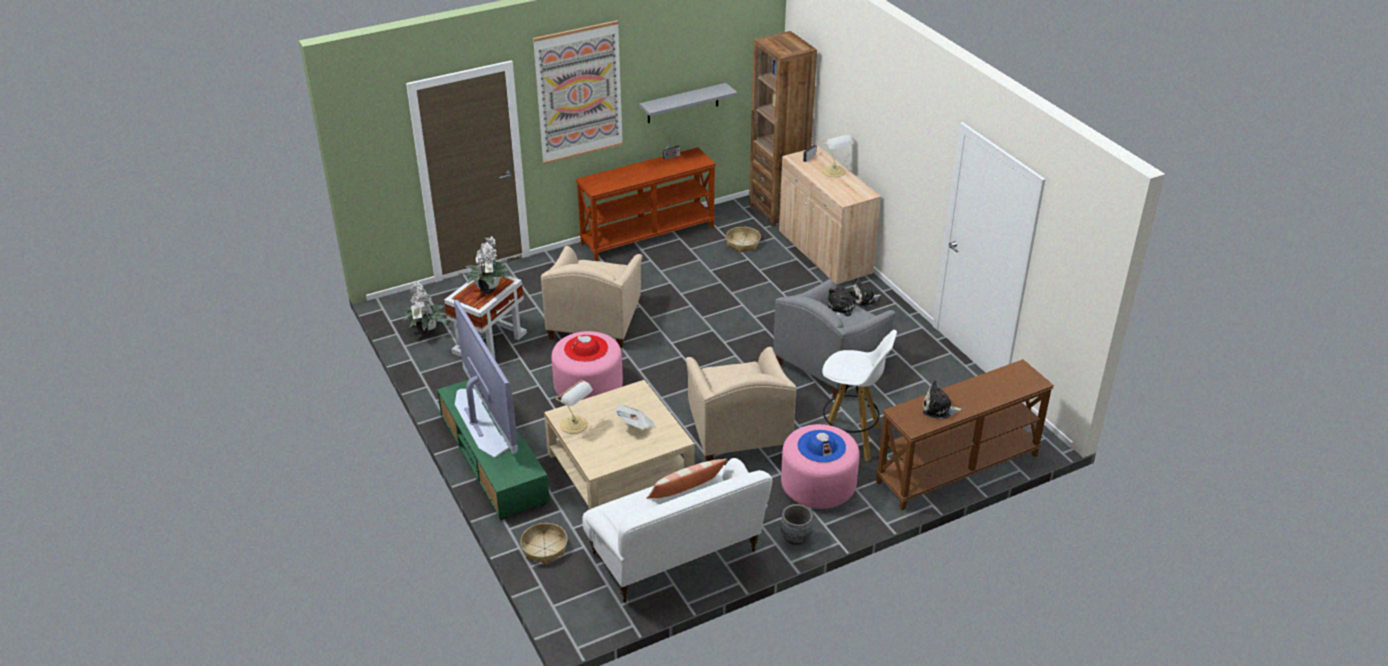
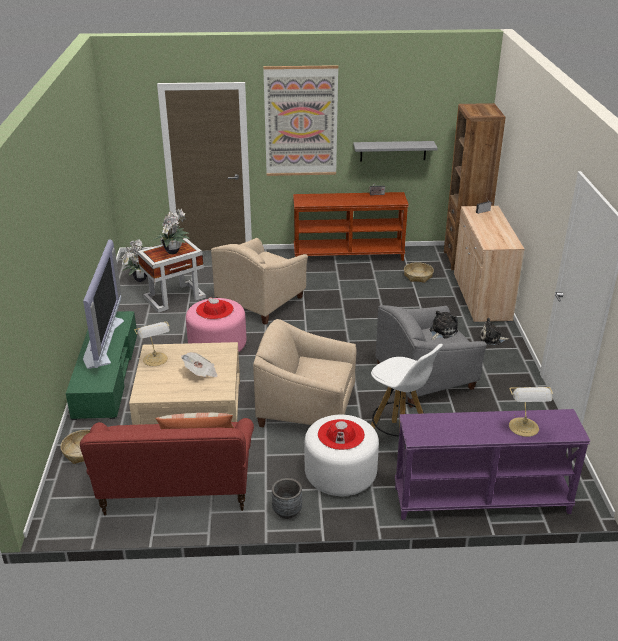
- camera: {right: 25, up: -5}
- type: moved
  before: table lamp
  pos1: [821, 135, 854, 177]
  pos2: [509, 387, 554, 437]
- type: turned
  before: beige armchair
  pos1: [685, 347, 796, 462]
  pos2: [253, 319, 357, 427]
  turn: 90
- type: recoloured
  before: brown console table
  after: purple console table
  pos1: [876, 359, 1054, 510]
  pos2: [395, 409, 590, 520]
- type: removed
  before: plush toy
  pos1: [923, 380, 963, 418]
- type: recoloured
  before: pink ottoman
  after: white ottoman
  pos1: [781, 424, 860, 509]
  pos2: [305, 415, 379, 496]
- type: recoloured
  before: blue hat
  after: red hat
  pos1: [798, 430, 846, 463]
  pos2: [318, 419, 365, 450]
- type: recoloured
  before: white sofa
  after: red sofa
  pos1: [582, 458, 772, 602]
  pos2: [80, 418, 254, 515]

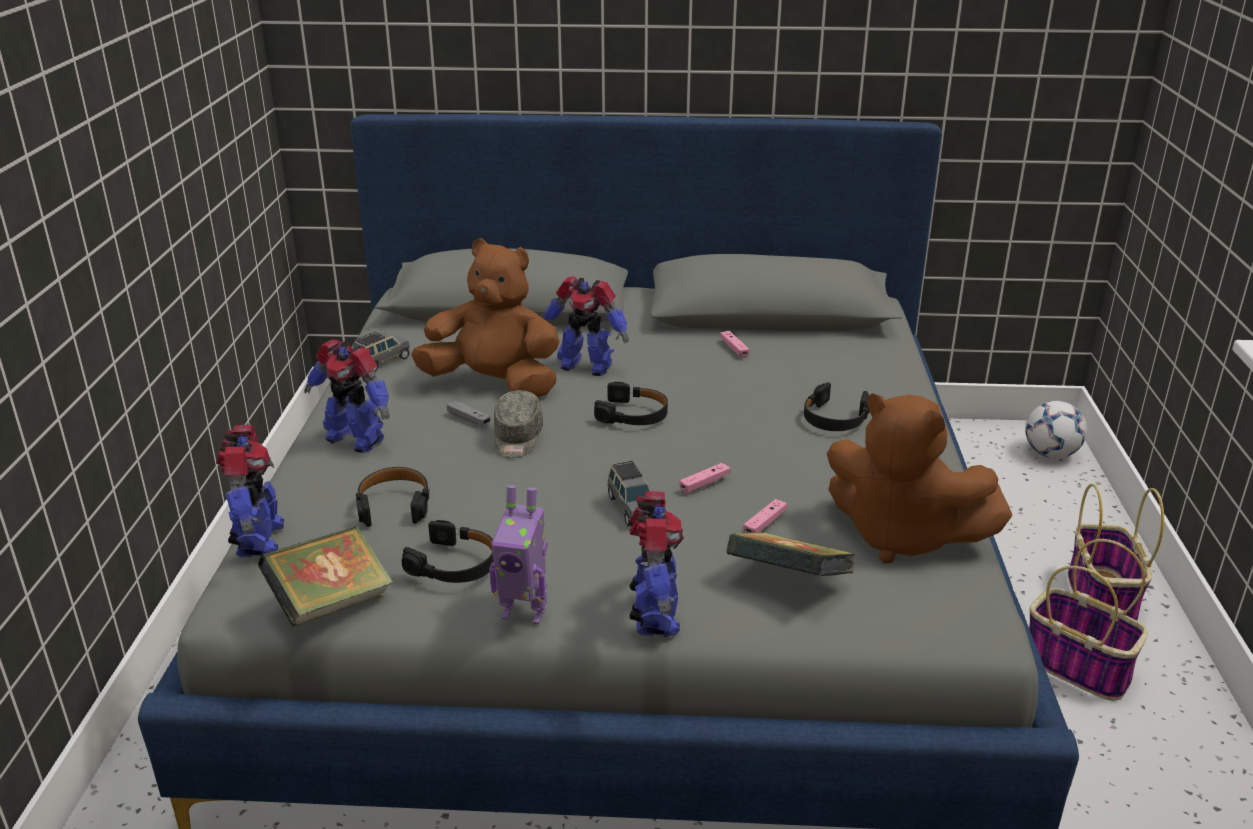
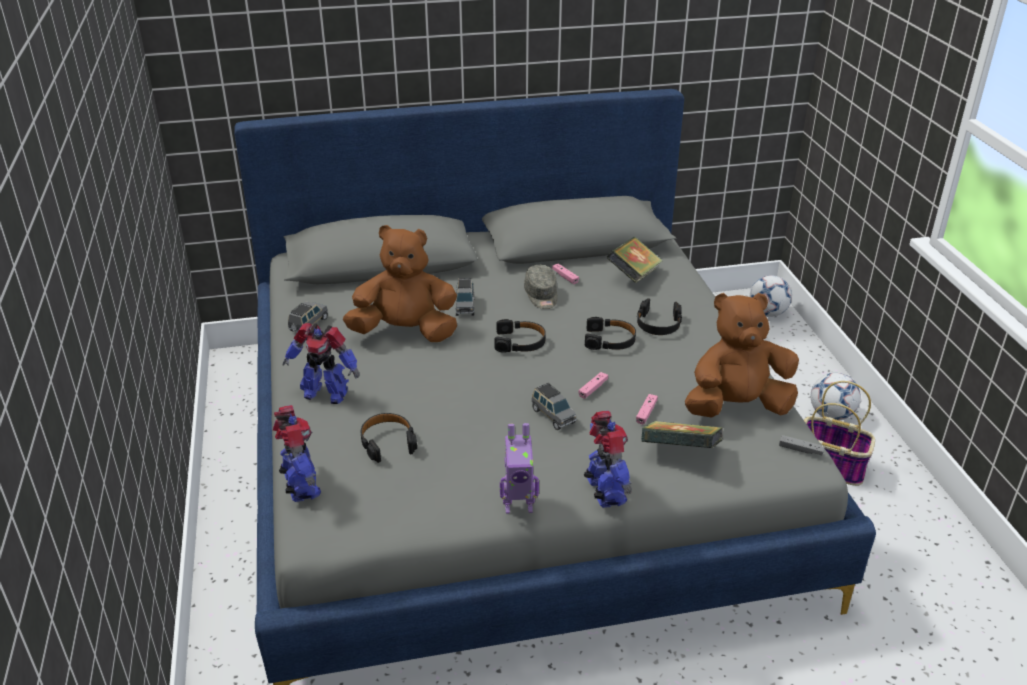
- camera: {right: -15, up: 5}
- type: replaced
  before: toy robot
  after: grey toy car
  pos1: [543, 276, 629, 376]
  pos2: [455, 278, 475, 316]
- type: moved
  before: grey cap
  pos1: [494, 390, 543, 458]
  pos2: [524, 265, 557, 309]
- type: turned
  before: brown plush toy
  pos1: [827, 393, 1013, 564]
  pos2: [685, 293, 799, 418]
  turn: 150
- type: moved
  before: grey game controller
  pos1: [447, 401, 491, 426]
  pos2: [779, 435, 825, 456]
- type: replaced
  before: basket
  after: football
  pos1: [1068, 484, 1164, 621]
  pos2: [811, 373, 861, 420]
- type: moved
  before: black headphones
  pos1: [402, 520, 494, 583]
  pos2: [585, 317, 636, 350]
- type: moved
  before: book
  pos1: [258, 526, 393, 627]
  pos2: [607, 237, 663, 283]

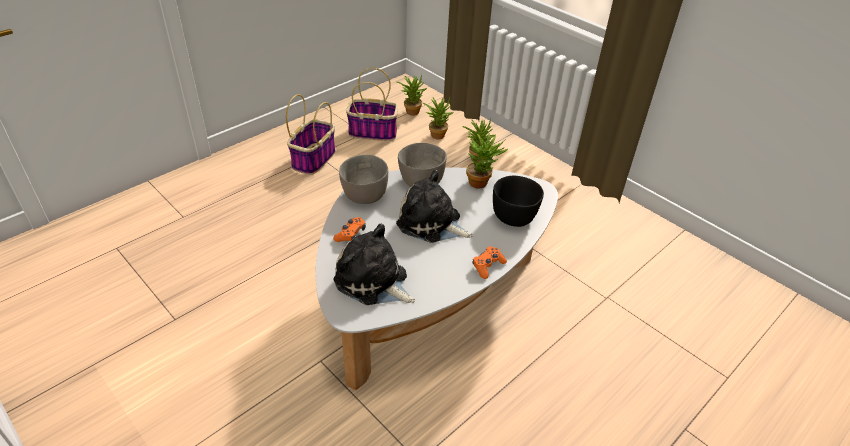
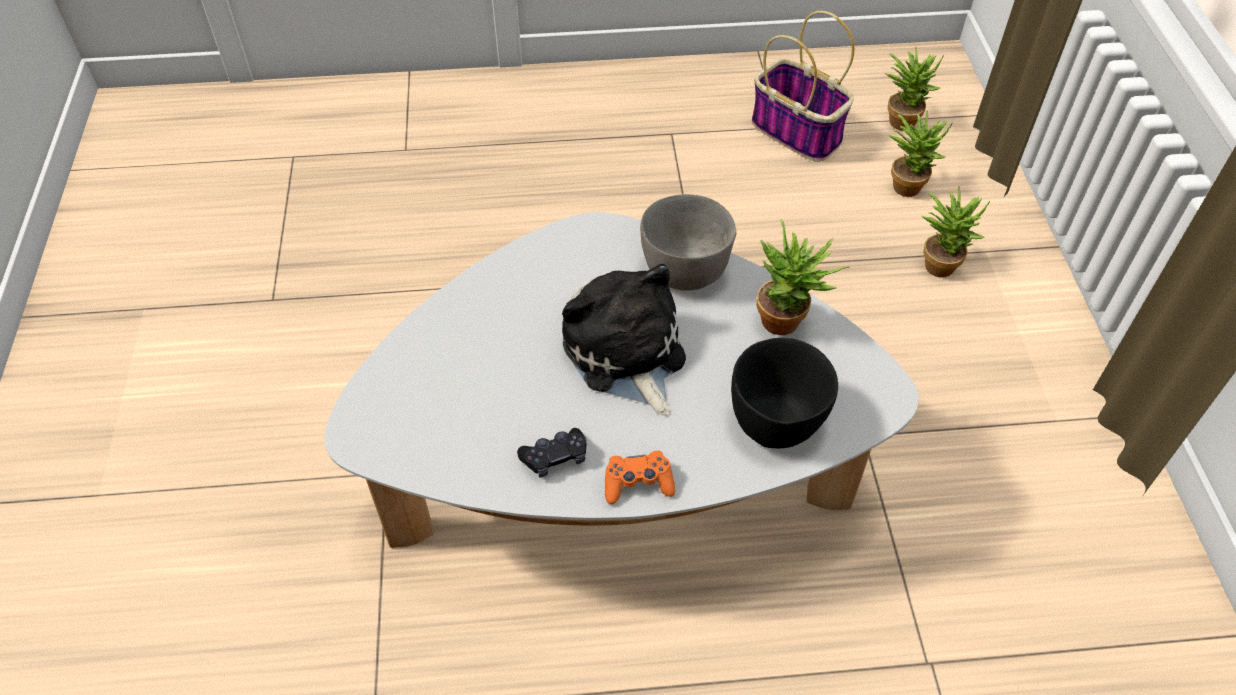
- camera: {right: 40, up: 10}
- type: removed
  before: basket
  pos1: [286, 94, 336, 175]
- type: removed
  before: grey bowl
  pos1: [339, 155, 388, 204]
- type: removed
  before: orange game controller
  pos1: [333, 217, 366, 242]
- type: removed
  before: plush toy
  pos1: [334, 224, 415, 305]
- type: added
  after: black game controller
  pos2: [517, 428, 586, 478]

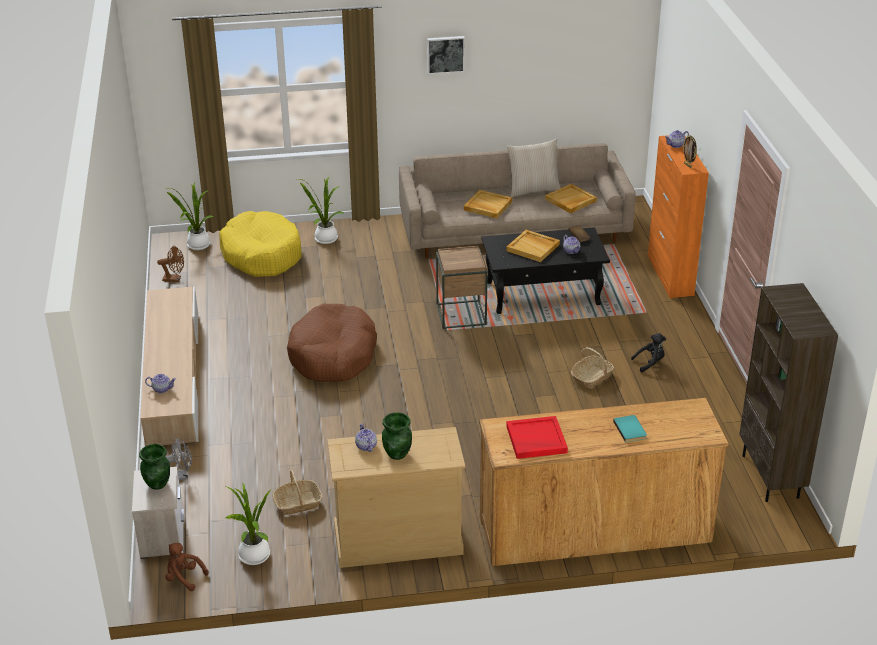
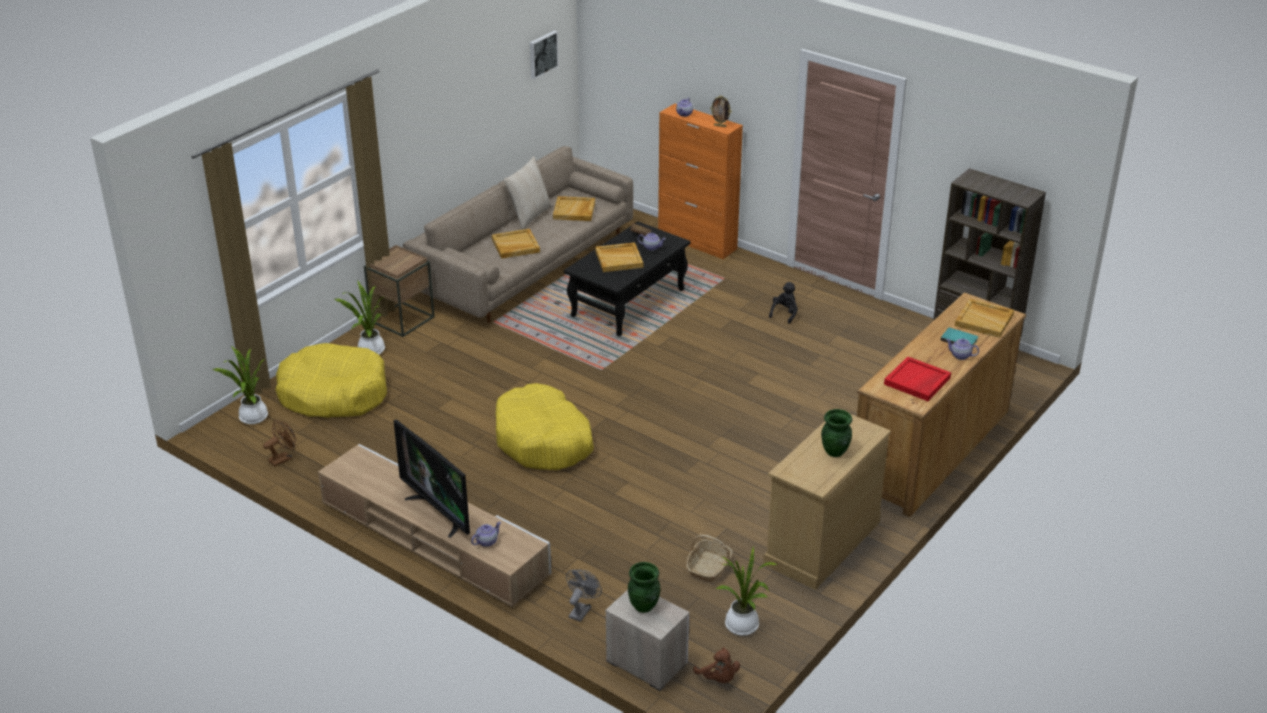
- camera: {right: -45, up: 0}
- type: moved
  before: picture
  pos1: [427, 36, 465, 75]
  pos2: [530, 30, 559, 79]
- type: moved
  before: brown side table
  pos1: [436, 246, 488, 329]
  pos2: [364, 245, 435, 337]
- type: recoloured
  before: brown dog bed
  after: yellow dog bed
  pos1: [287, 304, 377, 382]
  pos2: [496, 383, 594, 470]
- type: removed
  before: basket
  pos1: [571, 347, 614, 388]
- type: moved
  before: teapot
  pos1: [355, 423, 377, 452]
  pos2: [946, 339, 979, 360]
- type: turned
  before: brown plush toy
  pos1: [166, 543, 208, 591]
  pos2: [693, 647, 740, 683]
  turn: -105
- type: added
  after: beige tray
  pos2: [955, 299, 1014, 338]
- type: added
  after: television
  pos2: [393, 419, 470, 538]

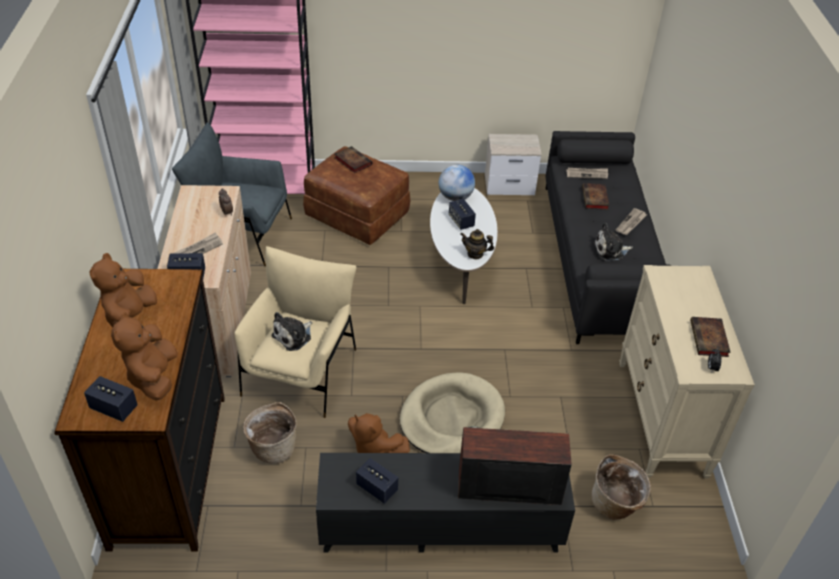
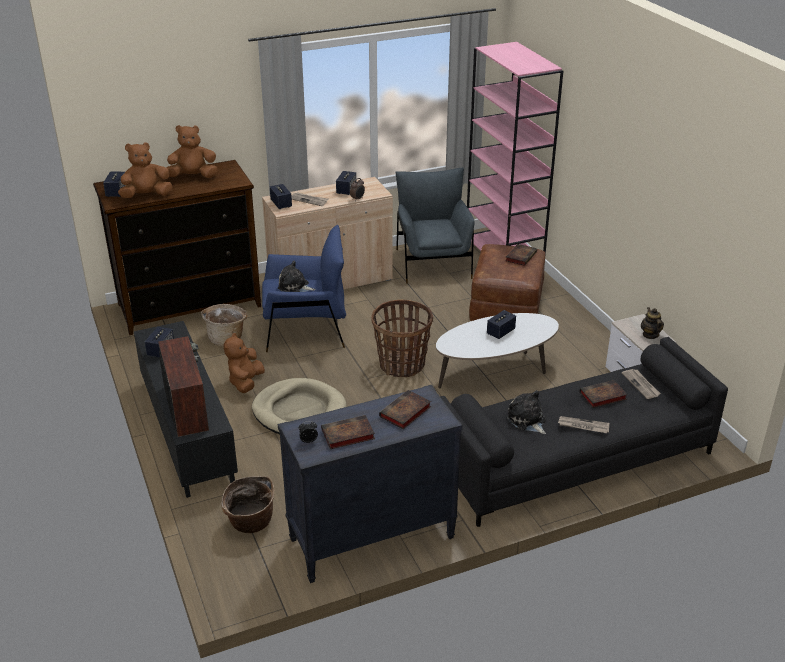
- camera: {right: 70, up: -10}
- type: removed
  before: globe
  pos1: [439, 165, 475, 201]
- type: moved
  before: teapot
  pos1: [460, 229, 494, 259]
  pos2: [641, 307, 664, 339]
- type: recoloured
  before: beige armchair
  after: blue armchair
  pos1: [234, 246, 357, 418]
  pos2: [262, 225, 346, 352]
- type: recoloured
  before: beige dresser
  after: black dresser
  pos1: [619, 265, 755, 478]
  pos2: [278, 385, 462, 583]
- type: added
  after: speaker
  pos2: [336, 171, 356, 195]
- type: added
  after: basket
  pos2: [371, 299, 433, 377]
- type: added
  after: book
  pos2: [379, 390, 431, 429]

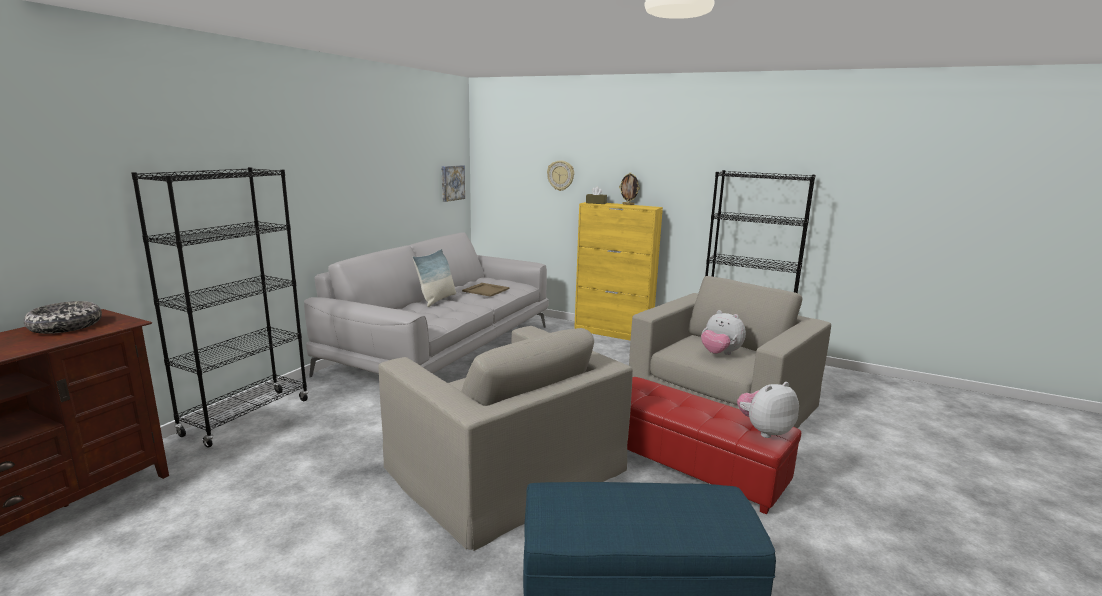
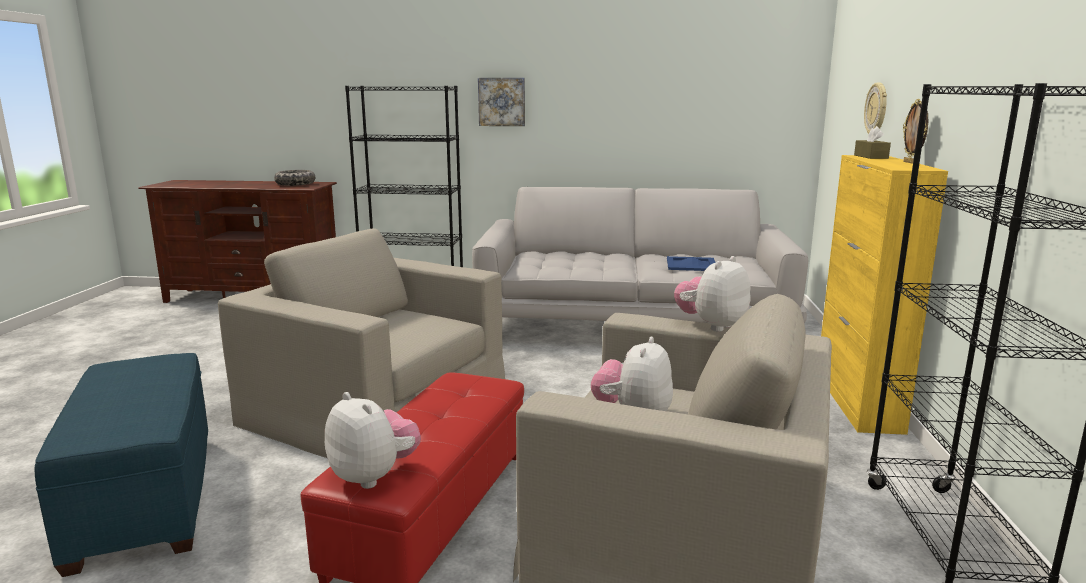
- camera: {right: 70, up: 0}
- type: moved
  before: picture
  pos1: [442, 165, 465, 202]
  pos2: [478, 78, 525, 126]
- type: removed
  before: pillow
  pos1: [412, 249, 456, 307]
- type: recoloured
  before: beige tray
  after: blue tray
  pos1: [462, 283, 510, 297]
  pos2: [667, 256, 716, 271]
- type: turned
  before: beige armchair
  pos1: [379, 326, 633, 551]
  pos2: [218, 228, 505, 458]
  turn: 90
- type: added
  after: plush toy
  pos2: [674, 256, 751, 332]

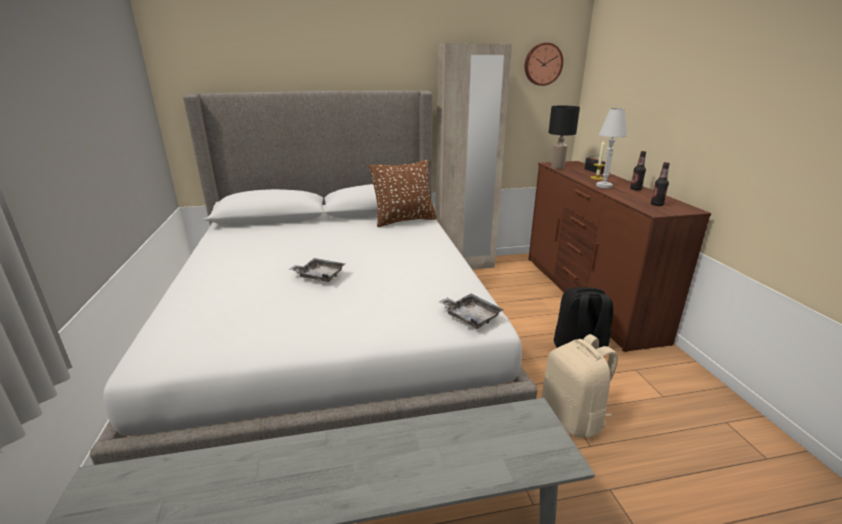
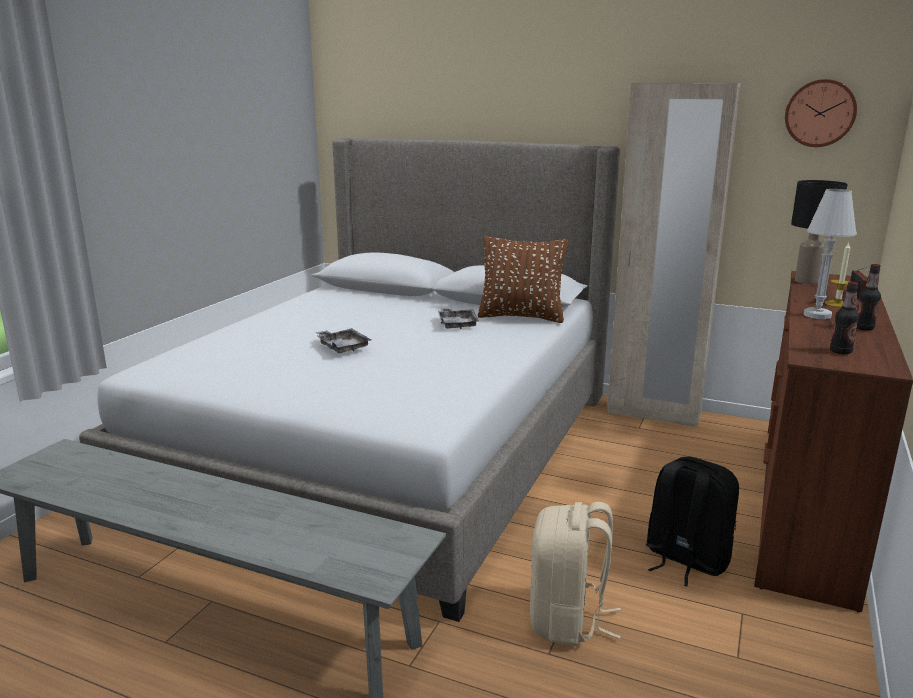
- camera: {right: 35, up: -5}
- type: moved
  before: grey tray
  pos1: [439, 294, 503, 329]
  pos2: [438, 308, 479, 329]

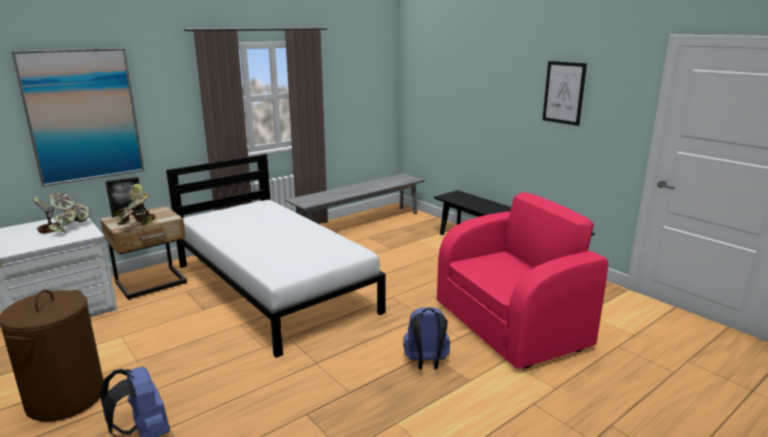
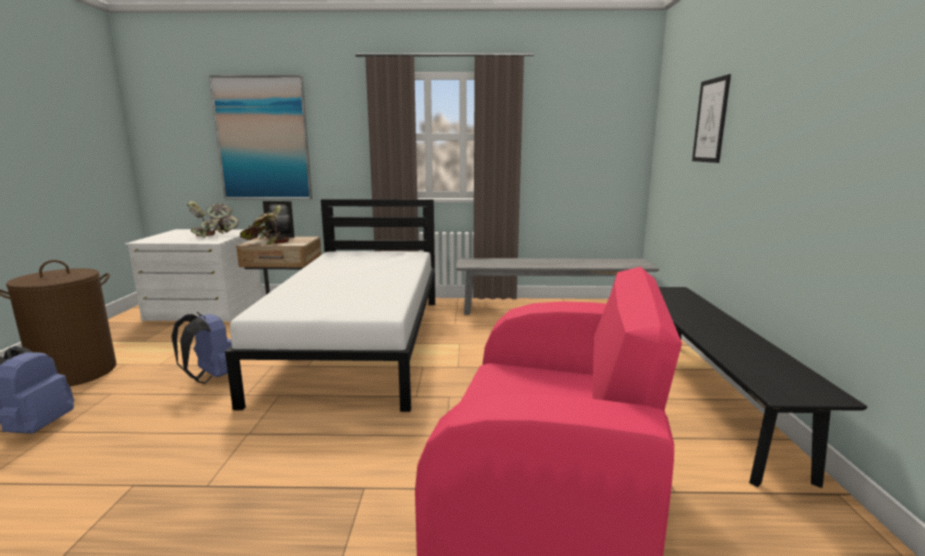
- camera: {right: 40, up: -5}
- type: moved
  before: picture
  pos1: [542, 61, 587, 126]
  pos2: [692, 74, 731, 163]
- type: moved
  before: blue backpack
  pos1: [403, 307, 450, 370]
  pos2: [172, 312, 232, 384]

